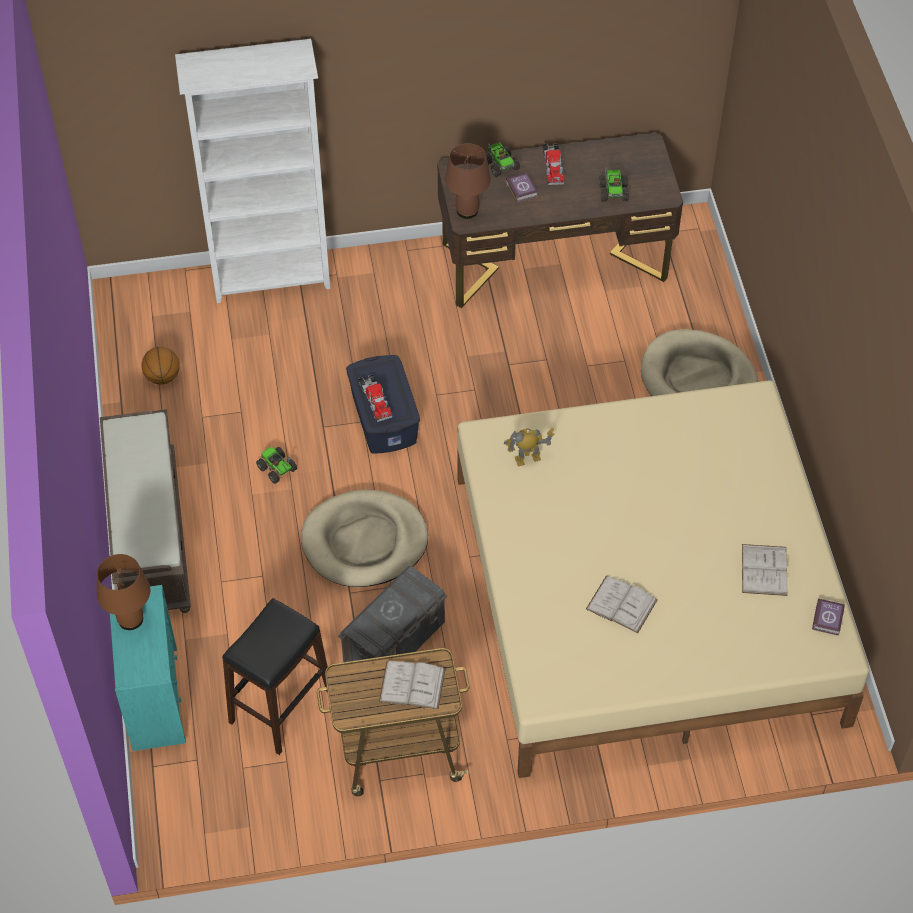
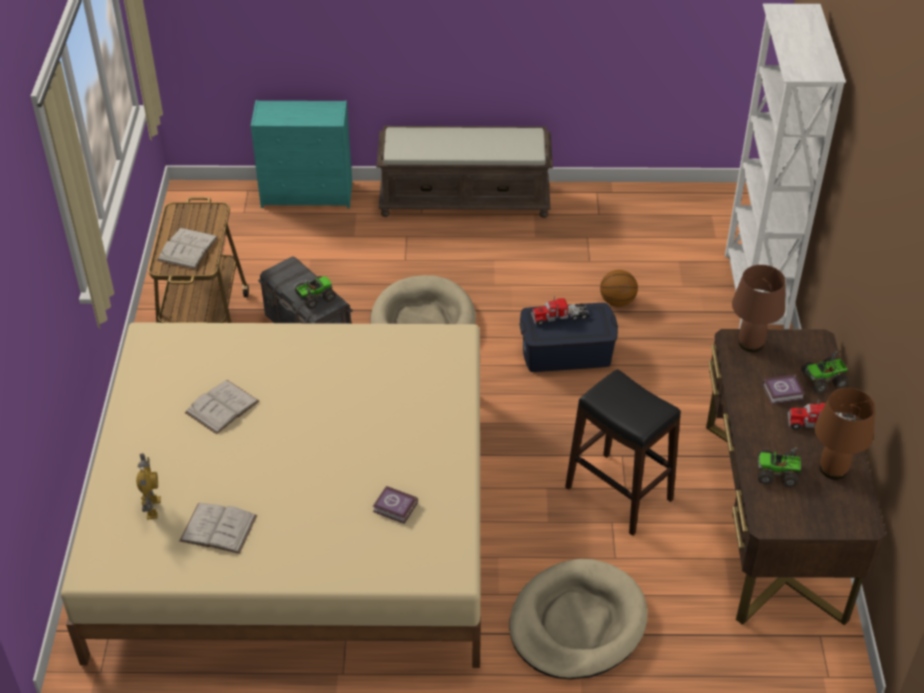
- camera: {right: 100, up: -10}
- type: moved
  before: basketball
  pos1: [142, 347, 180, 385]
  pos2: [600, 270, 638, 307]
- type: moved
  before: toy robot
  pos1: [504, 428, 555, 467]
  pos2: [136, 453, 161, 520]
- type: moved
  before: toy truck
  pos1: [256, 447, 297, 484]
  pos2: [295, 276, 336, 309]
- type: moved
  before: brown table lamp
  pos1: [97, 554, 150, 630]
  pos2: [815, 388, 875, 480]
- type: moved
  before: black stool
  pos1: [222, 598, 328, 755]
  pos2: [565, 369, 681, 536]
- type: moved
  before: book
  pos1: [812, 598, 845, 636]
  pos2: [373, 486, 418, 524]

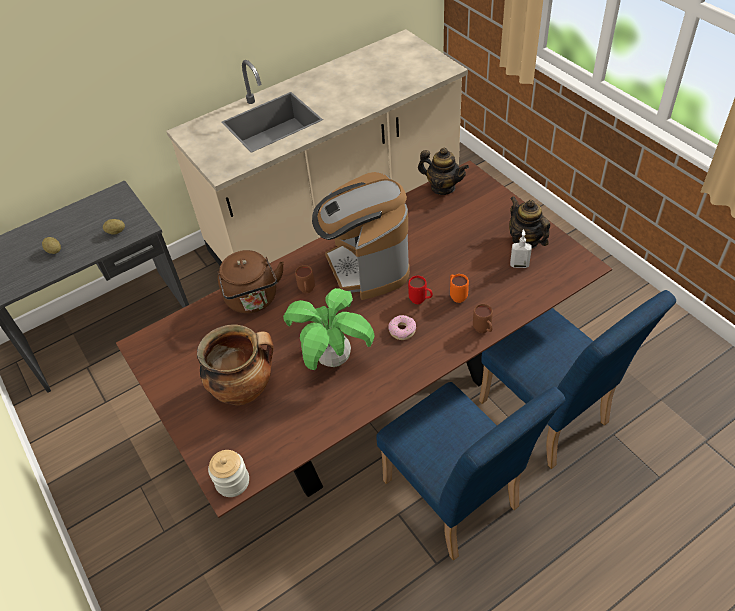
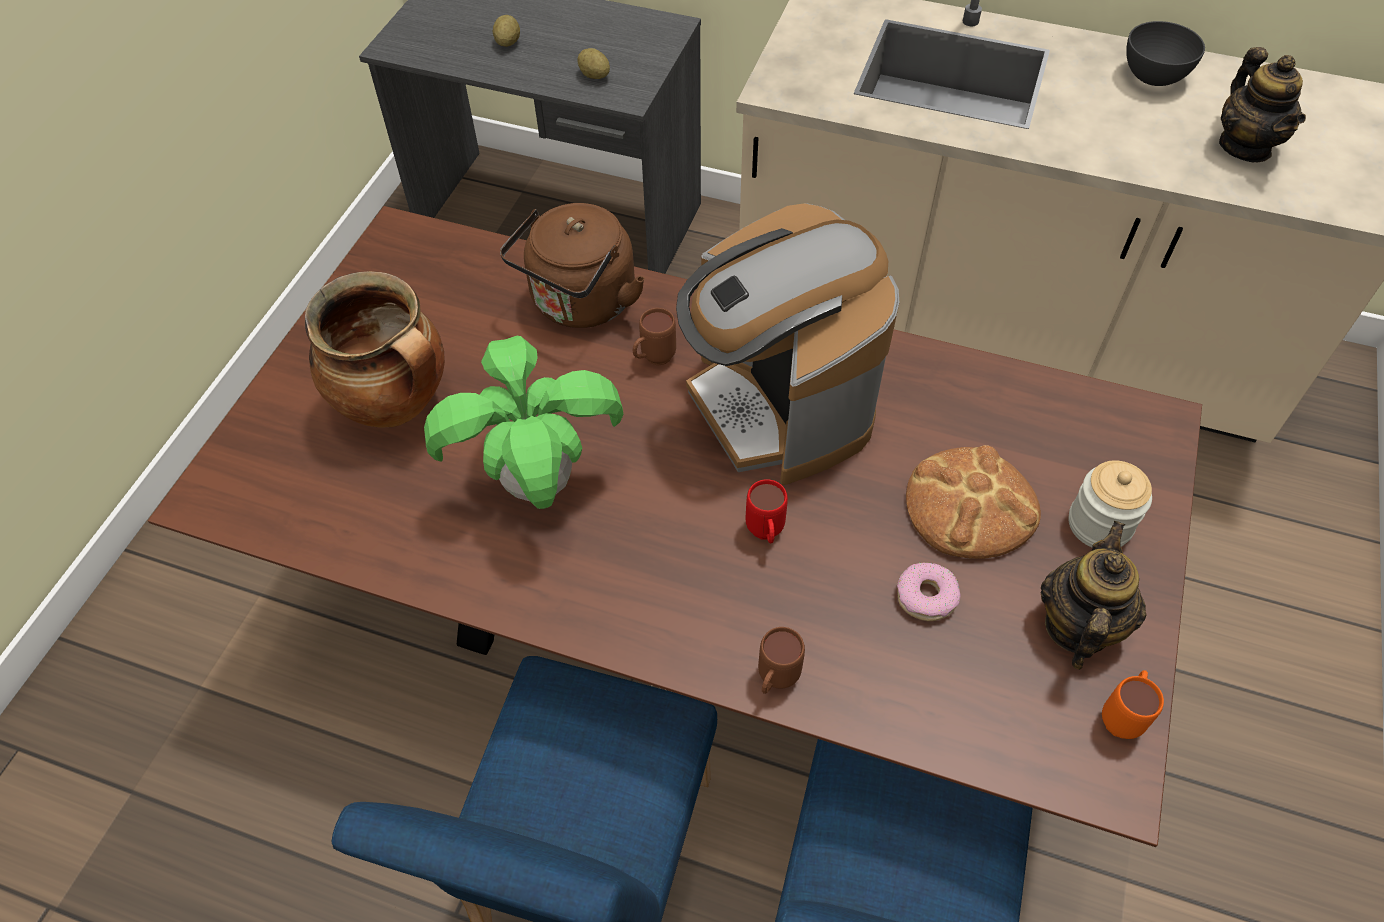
- camera: {right: 50, up: 5}
- type: moved
  before: teapot
  pos1: [418, 148, 469, 195]
  pos2: [1219, 47, 1306, 162]
- type: turned
  before: coffee machine
  pos1: [312, 172, 410, 300]
  pos2: [676, 203, 899, 485]
  turn: -60
- type: removed
  before: soap dispenser
  pos1: [510, 229, 532, 268]
- type: moved
  before: orange mug
  pos1: [450, 274, 469, 303]
  pos2: [1102, 670, 1164, 739]
- type: moved
  before: donut
  pos1: [389, 315, 416, 340]
  pos2: [897, 562, 960, 621]
- type: moved
  before: jar
  pos1: [208, 450, 249, 497]
  pos2: [1068, 460, 1152, 547]
- type: added
  after: grey bowl
  pos2: [1126, 21, 1205, 86]
- type: added
  after: bread
  pos2: [906, 445, 1041, 559]

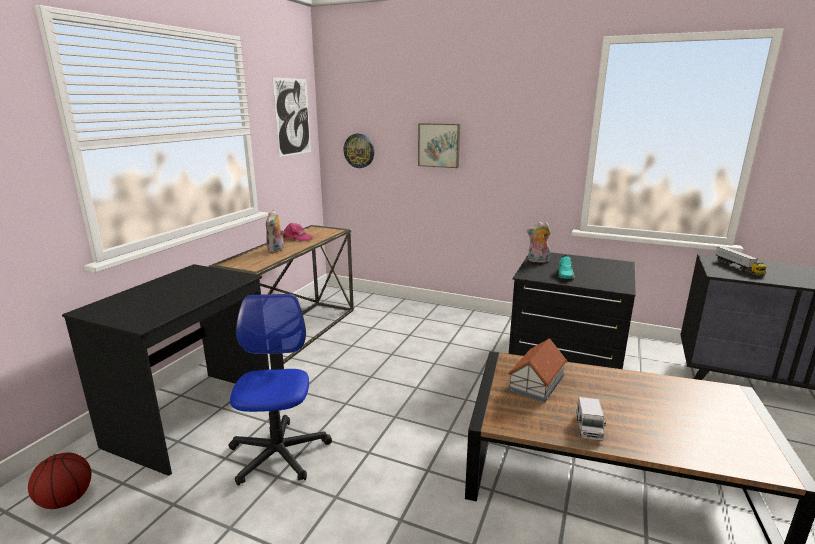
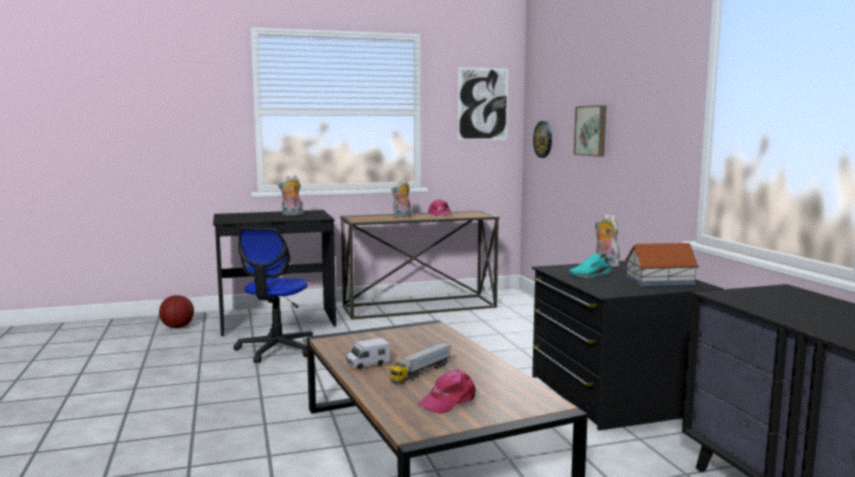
- camera: {right: 50, up: -10}
- type: moved
  before: toy truck
  pos1: [715, 246, 767, 276]
  pos2: [390, 342, 451, 384]
- type: turned
  before: office chair
  pos1: [229, 294, 332, 486]
  pos2: [233, 227, 313, 363]
  turn: 150
- type: moved
  before: toy house
  pos1: [508, 338, 567, 403]
  pos2: [625, 243, 699, 286]
- type: added
  after: plush toy
  pos2: [278, 175, 303, 216]
- type: added
  after: pink cap
  pos2: [417, 369, 476, 414]

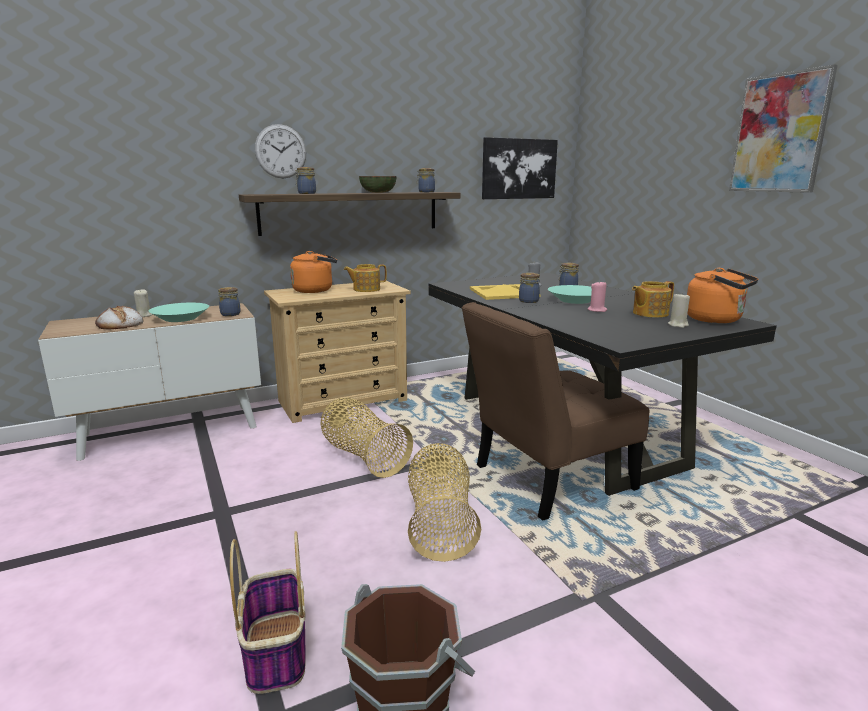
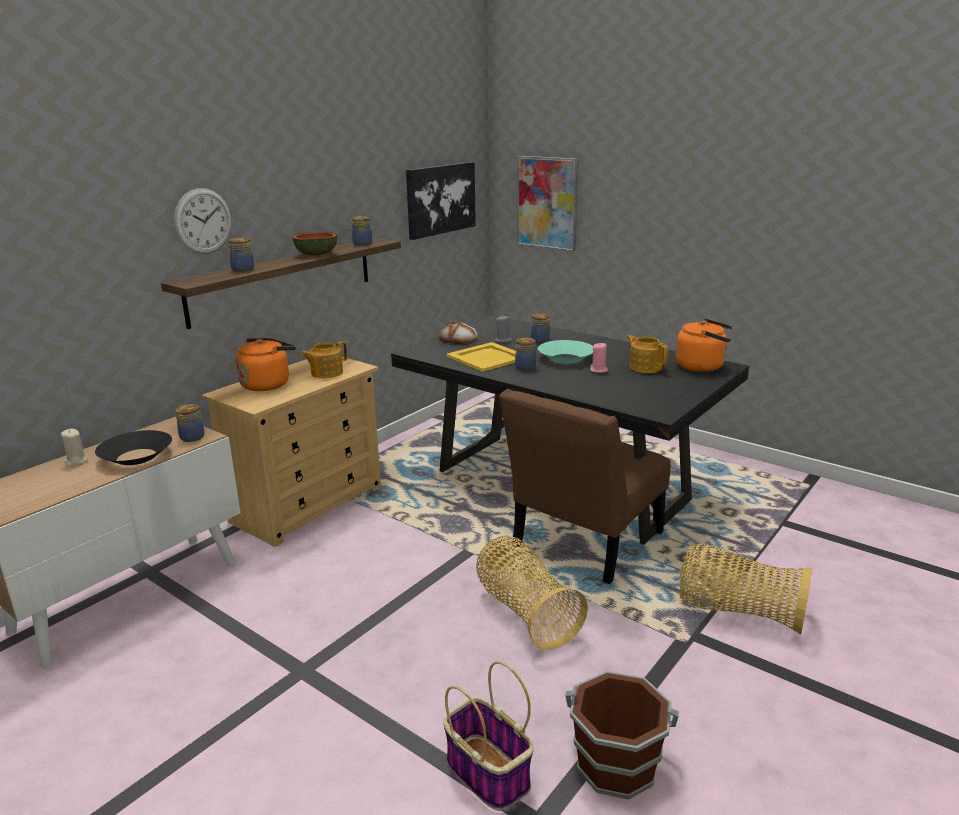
- camera: {right: -25, up: 5}
- type: moved
  before: picture
  pos1: [729, 64, 838, 193]
  pos2: [517, 156, 579, 252]
- type: turned
  before: teapot
  pos1: [632, 281, 674, 318]
  pos2: [627, 335, 668, 373]
  turn: 105
- type: removed
  before: beige candle
  pos1: [668, 292, 690, 328]
- type: recoloured
  before: turquoise bowl
  after: black bowl
  pos1: [148, 303, 209, 322]
  pos2: [95, 430, 172, 465]
- type: moved
  before: bread
  pos1: [95, 306, 143, 329]
  pos2: [439, 321, 478, 344]
- type: moved
  before: basket
  pos1: [321, 398, 413, 478]
  pos2: [680, 544, 812, 634]

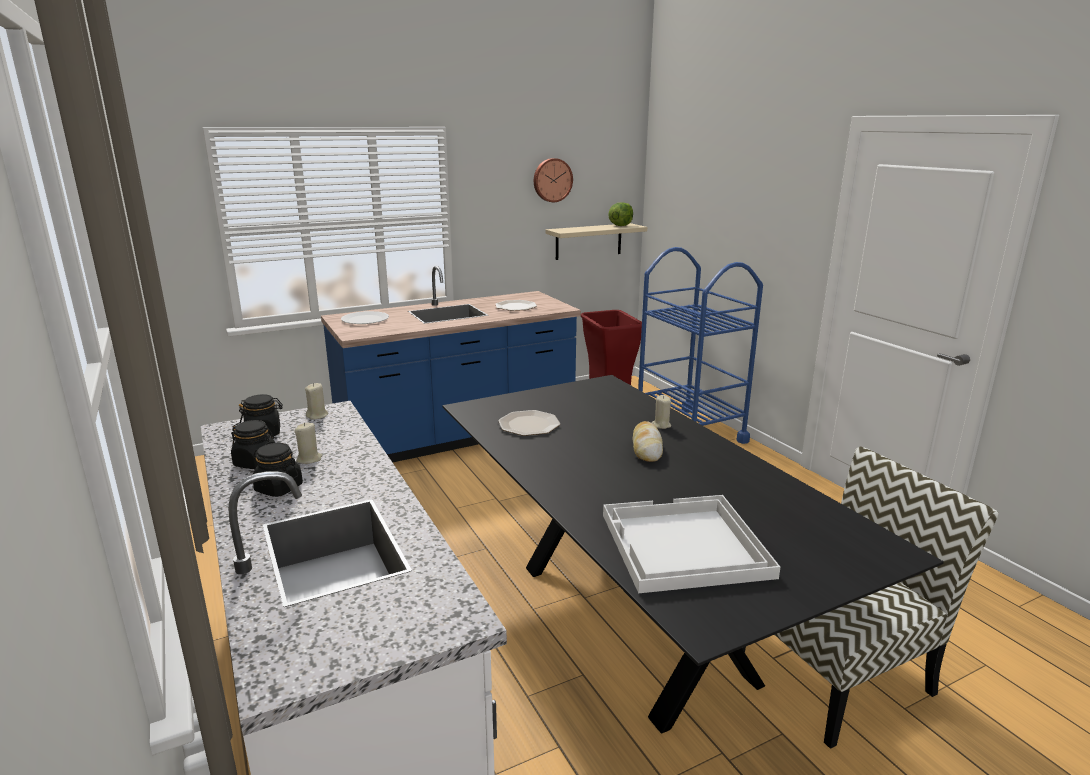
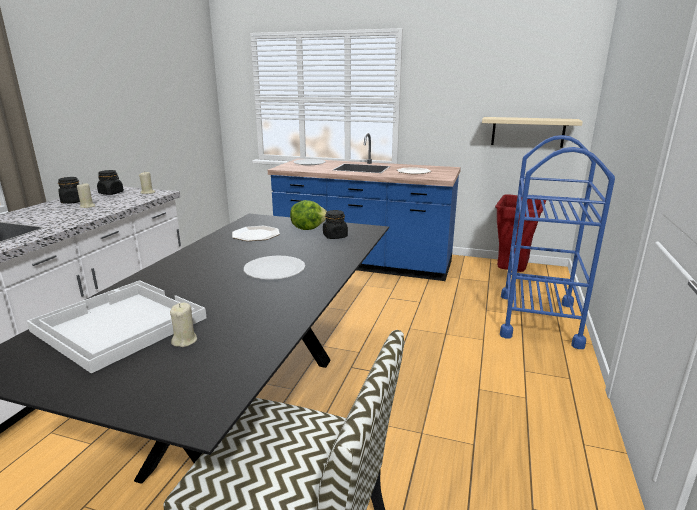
- camera: {right: 45, up: 0}
- type: removed
  before: wall clock
  pos1: [534, 158, 573, 202]
- type: moved
  before: lettuce
  pos1: [608, 202, 633, 226]
  pos2: [290, 200, 327, 230]
- type: moved
  before: beige candle
  pos1: [652, 395, 671, 429]
  pos2: [170, 303, 197, 347]
- type: replaced
  before: bread
  after: white plate
  pos1: [633, 421, 663, 462]
  pos2: [244, 256, 305, 280]
- type: moved
  before: black jar
  pos1: [253, 443, 303, 497]
  pos2: [323, 210, 348, 239]

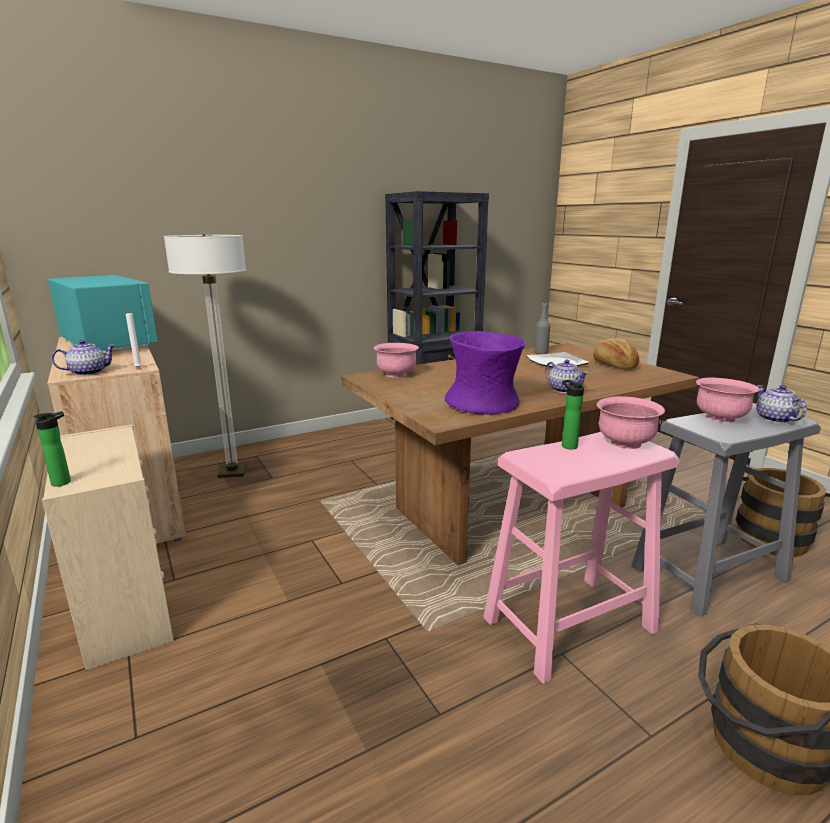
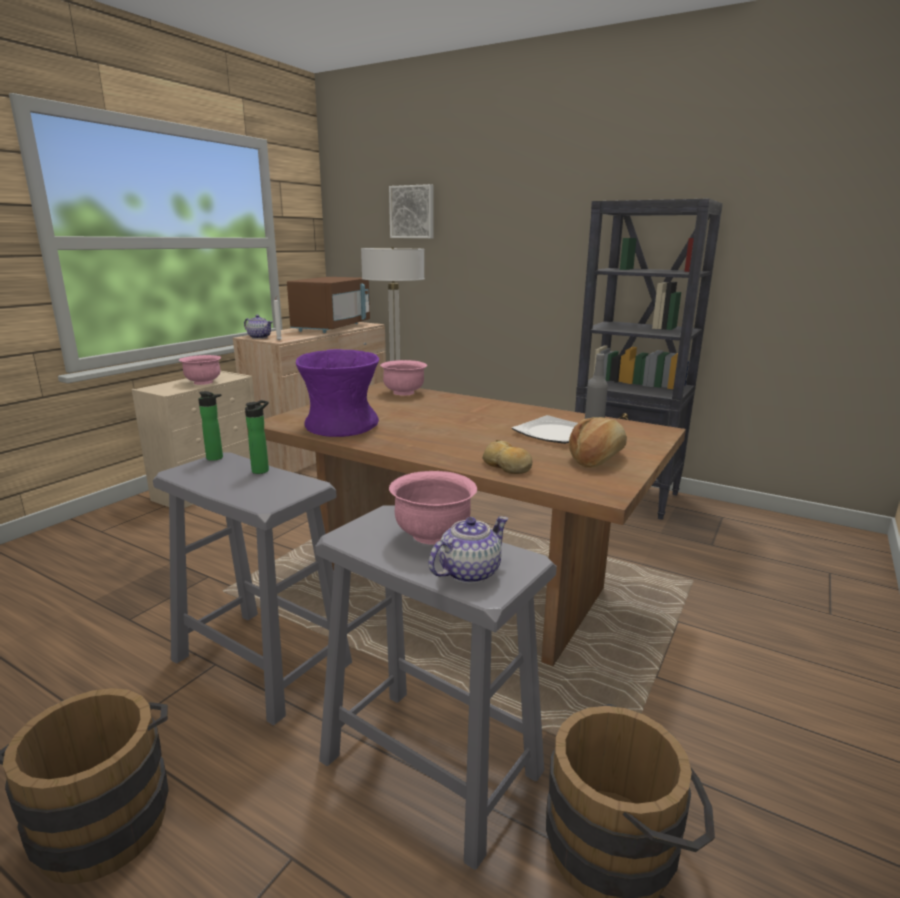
- camera: {right: 60, up: 0}
- type: recoloured
  before: turquoise microwave
  after: brown microwave
  pos1: [48, 275, 158, 351]
  pos2: [287, 277, 370, 333]
- type: removed
  before: teapot
  pos1: [545, 360, 589, 393]
- type: moved
  before: pink bowl
  pos1: [597, 396, 665, 449]
  pos2: [179, 355, 221, 385]
- type: moved
  before: bottle
  pos1: [33, 411, 71, 487]
  pos2: [198, 391, 223, 461]
- type: recoloured
  before: pink stool
  after: grey stool
  pos1: [483, 432, 680, 683]
  pos2: [153, 452, 352, 725]
- type: added
  after: picture
  pos2: [389, 184, 434, 238]
- type: added
  after: bread
  pos2: [482, 440, 532, 474]

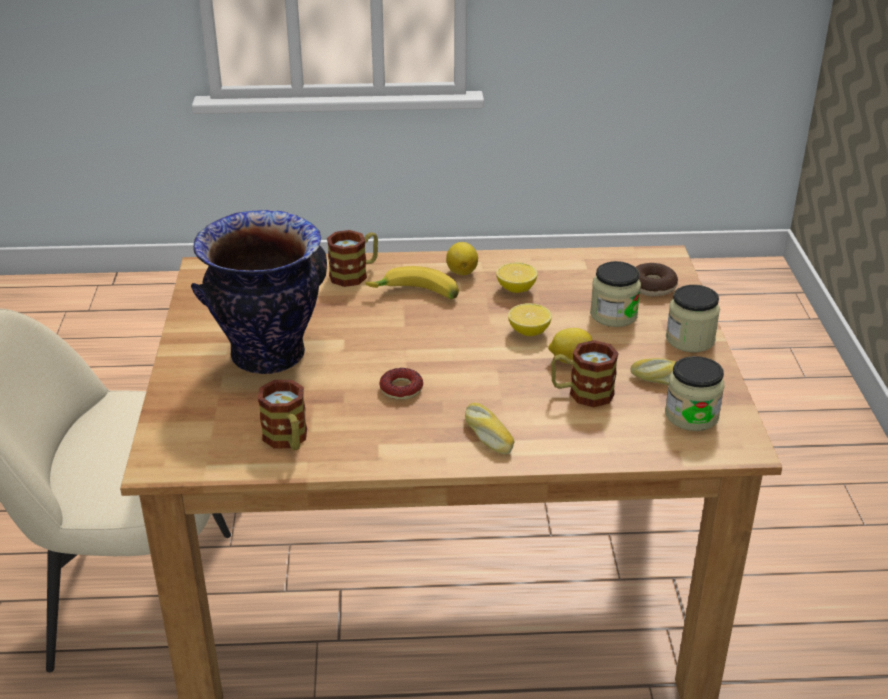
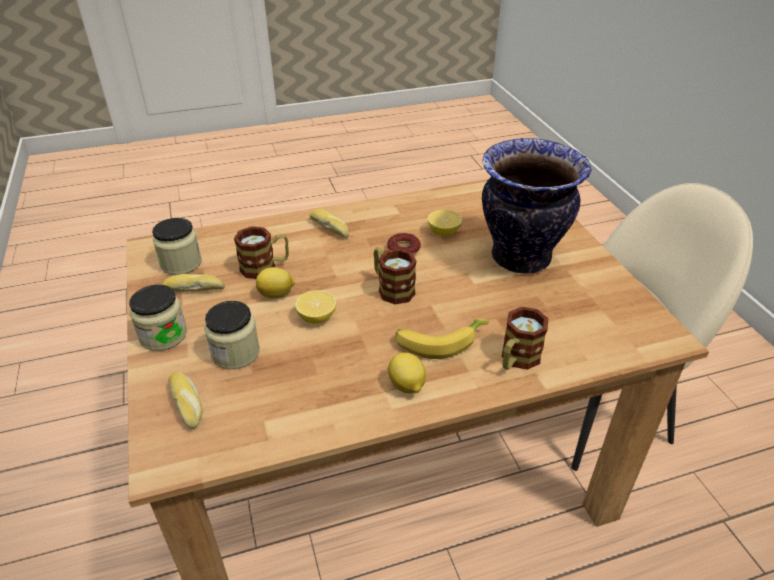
- camera: {right: 165, up: 5}
- type: moved
  before: lemon
  pos1: [496, 262, 538, 293]
  pos2: [428, 210, 462, 236]
- type: replaced
  before: donut
  after: bread
  pos1: [636, 263, 678, 296]
  pos2: [168, 372, 203, 429]
- type: moved
  before: mug
  pos1: [258, 380, 307, 450]
  pos2: [374, 248, 417, 305]

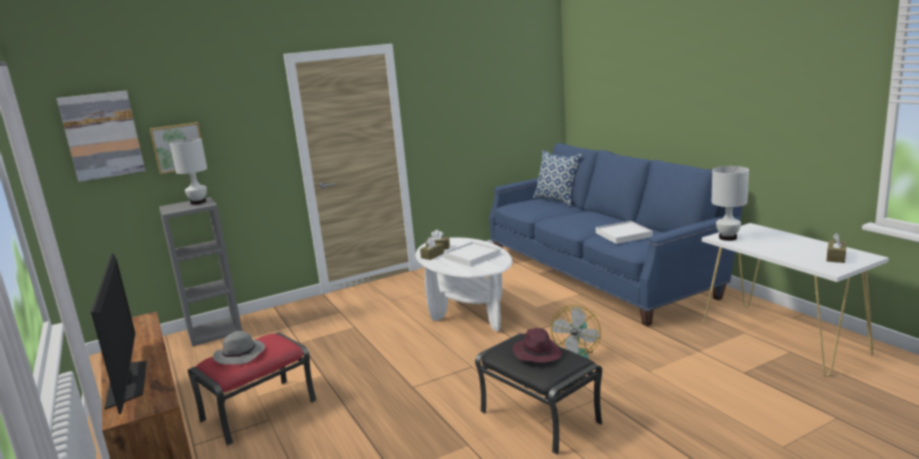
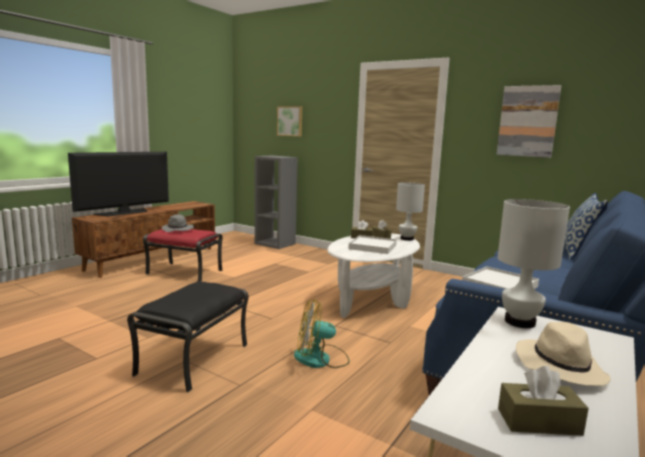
- camera: {right: 60, up: -5}
- type: moved
  before: picture
  pos1: [57, 91, 145, 182]
  pos2: [497, 85, 561, 158]
- type: moved
  before: white table lamp
  pos1: [170, 138, 207, 205]
  pos2: [396, 182, 425, 241]
- type: removed
  before: purple hat
  pos1: [513, 328, 562, 363]
- type: added
  after: beige hat
  pos2: [516, 322, 611, 386]

